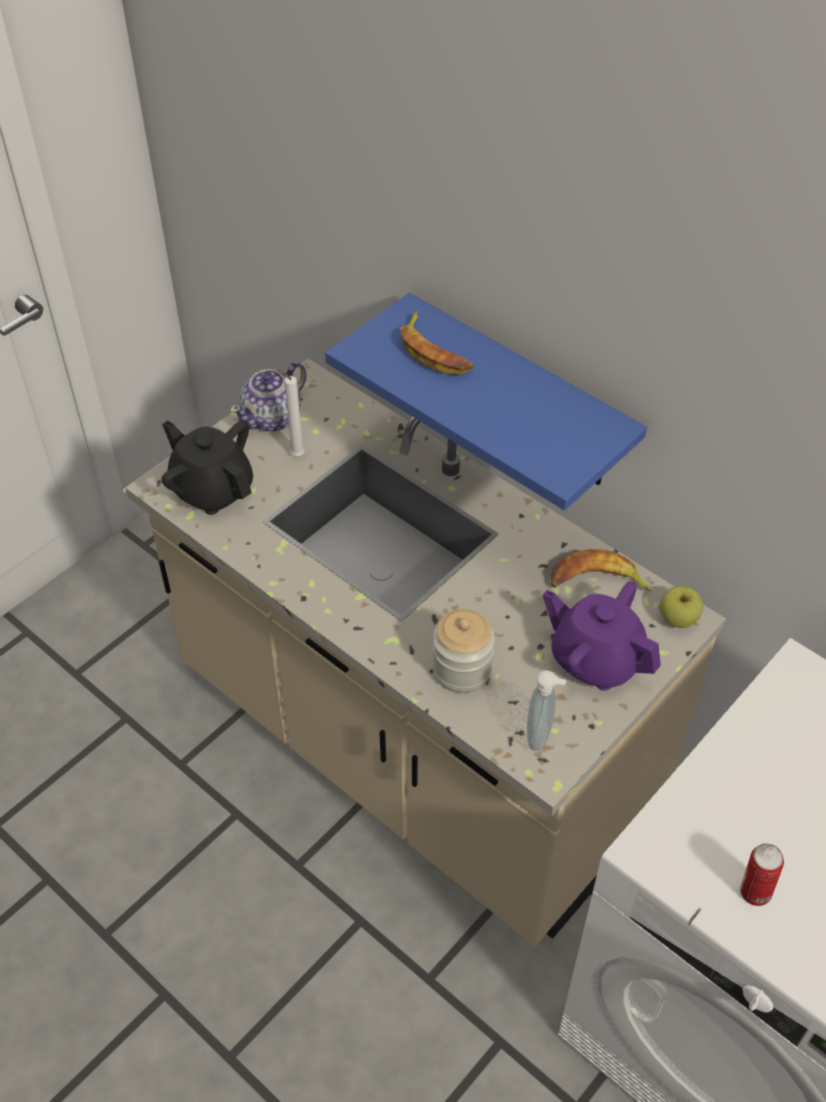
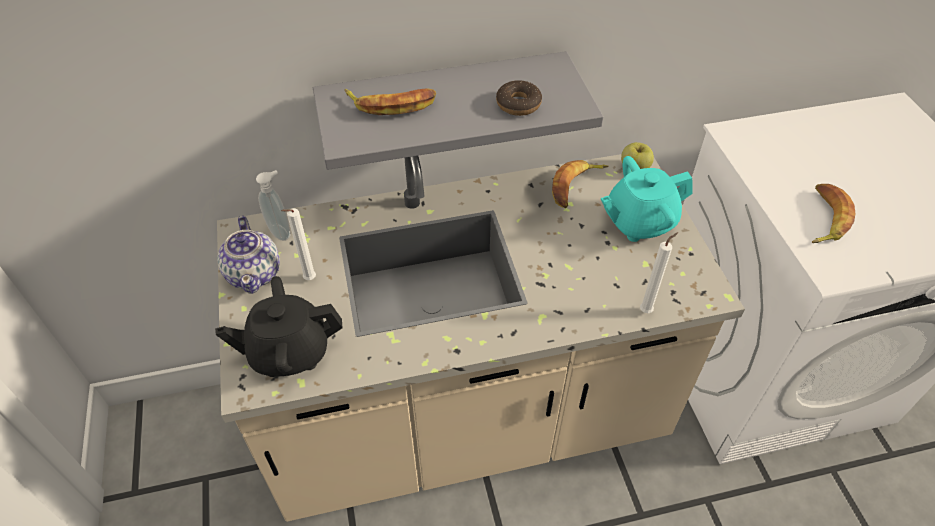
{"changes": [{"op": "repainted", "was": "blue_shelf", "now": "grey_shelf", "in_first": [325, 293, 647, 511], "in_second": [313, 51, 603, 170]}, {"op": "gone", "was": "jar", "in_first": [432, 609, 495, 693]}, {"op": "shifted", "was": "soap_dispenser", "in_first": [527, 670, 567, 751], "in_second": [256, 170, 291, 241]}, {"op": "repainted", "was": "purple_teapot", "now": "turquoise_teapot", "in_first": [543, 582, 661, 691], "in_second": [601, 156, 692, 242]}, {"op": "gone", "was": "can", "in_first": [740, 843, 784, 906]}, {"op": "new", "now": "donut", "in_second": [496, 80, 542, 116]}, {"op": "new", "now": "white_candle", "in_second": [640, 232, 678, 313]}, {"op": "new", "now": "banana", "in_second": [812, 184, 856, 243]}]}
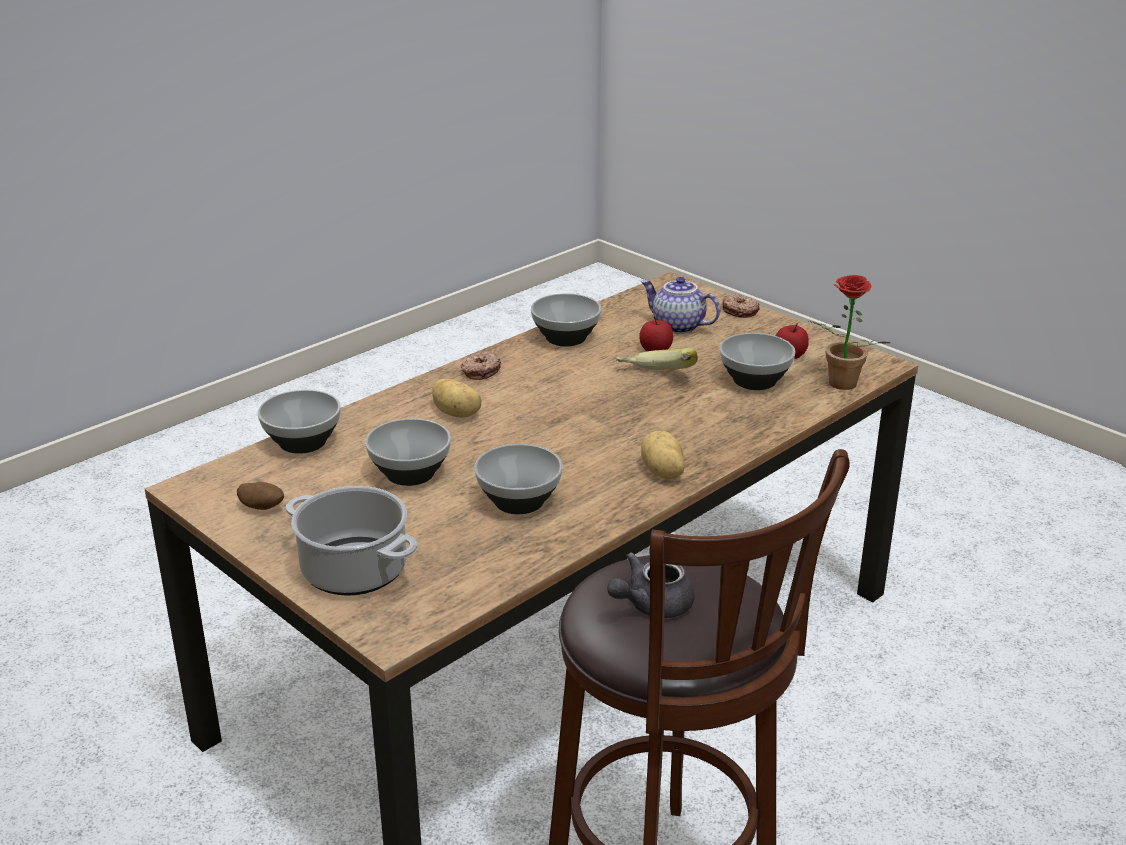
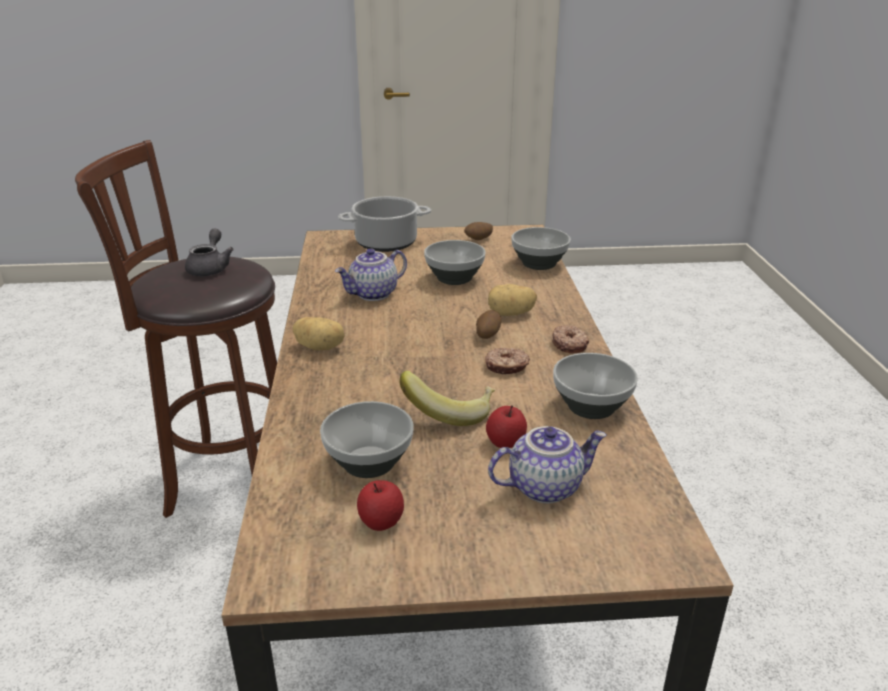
{"changes": [{"op": "swapped", "was": "bowl", "now": "teapot", "in_first": [474, 444, 563, 514], "in_second": [335, 249, 407, 301]}, {"op": "shifted", "was": "donut", "in_first": [722, 294, 760, 318], "in_second": [485, 348, 530, 374]}, {"op": "gone", "was": "potted_plant", "in_first": [809, 275, 891, 390]}, {"op": "new", "now": "potato", "in_second": [476, 310, 502, 339]}]}
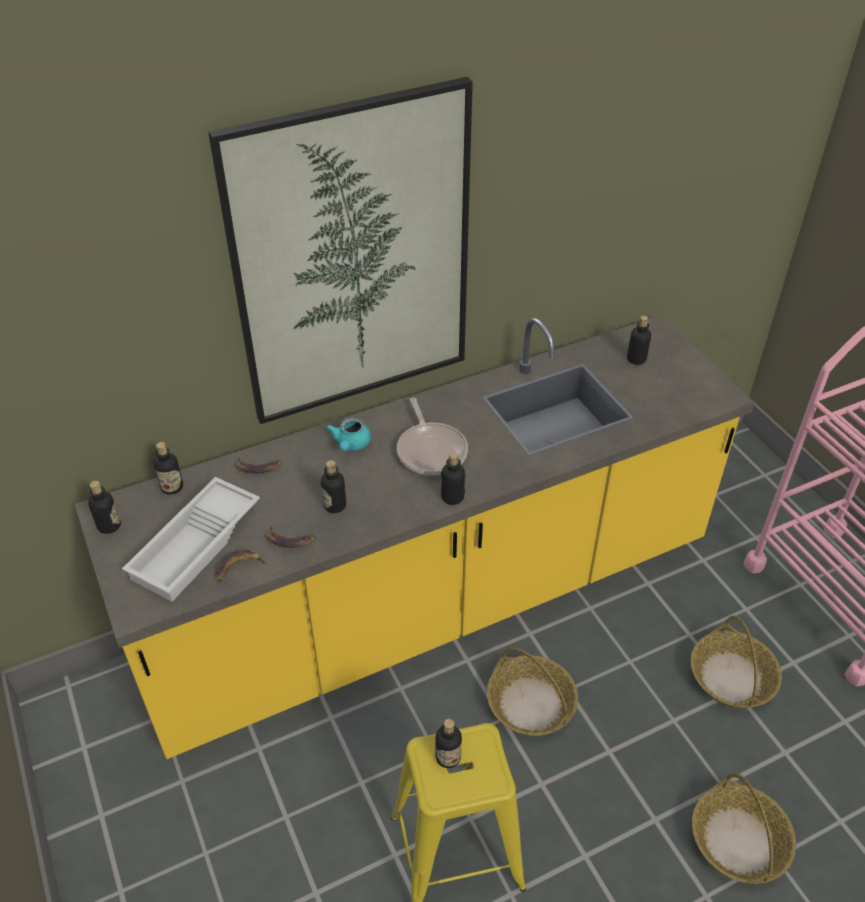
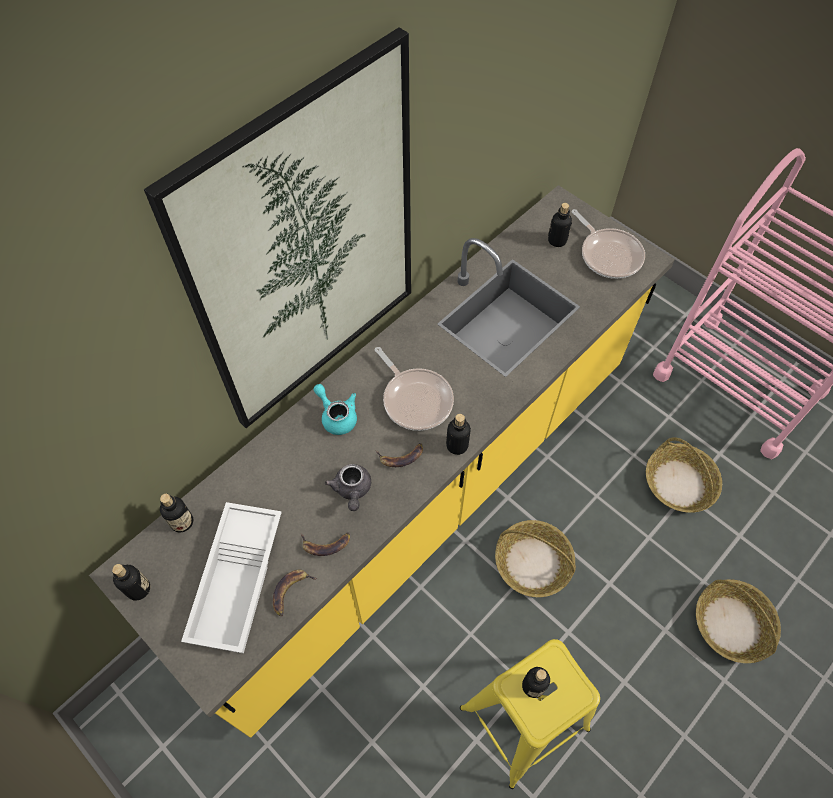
{"changes": [{"op": "shifted", "was": "banana", "in_first": [236, 457, 281, 474], "in_second": [376, 443, 423, 467]}, {"op": "swapped", "was": "bottle", "now": "grey_teapot", "in_first": [321, 460, 346, 513], "in_second": [325, 464, 371, 511]}, {"op": "rotated", "was": "turquoise_teapot", "in_first": [326, 418, 371, 451], "in_second": [314, 384, 357, 435], "clockwise": 150}, {"op": "new", "now": "frying_pan", "in_second": [571, 209, 645, 279]}]}
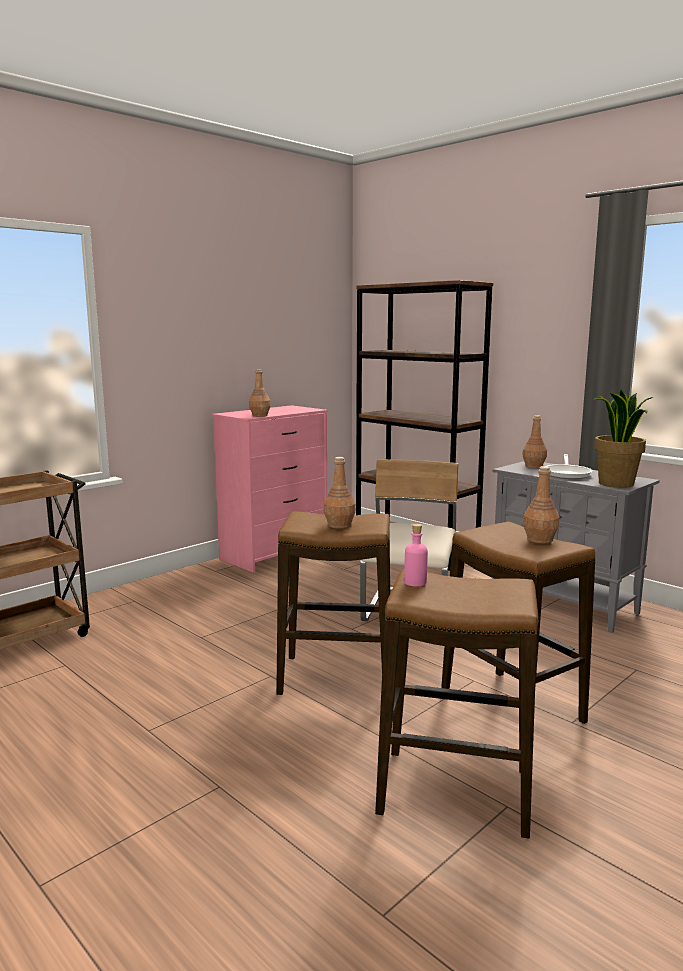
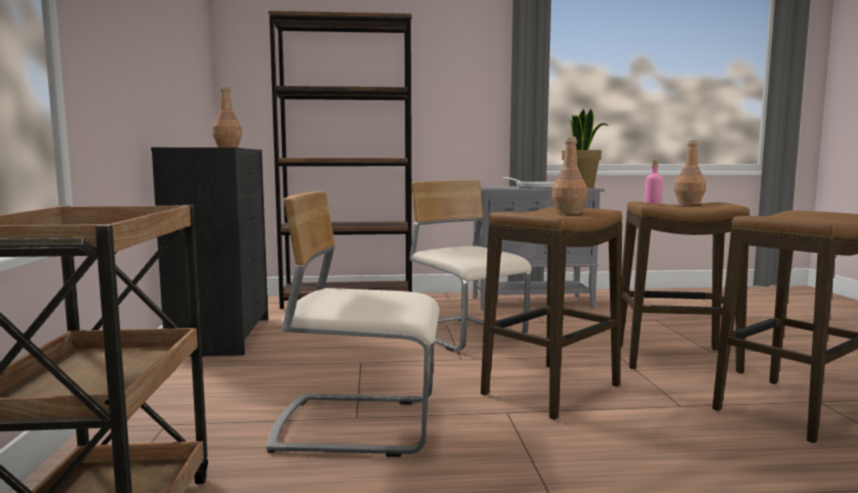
{"changes": [{"op": "repainted", "was": "pink_dresser", "now": "black_dresser", "in_first": [212, 405, 328, 573], "in_second": [151, 147, 268, 357]}, {"op": "shifted", "was": "pink_bottle", "in_first": [404, 524, 428, 587], "in_second": [645, 160, 663, 204]}, {"op": "gone", "was": "brown_bottle", "in_first": [522, 415, 547, 468]}, {"op": "new", "now": "beige_chair", "in_second": [266, 191, 439, 457]}]}
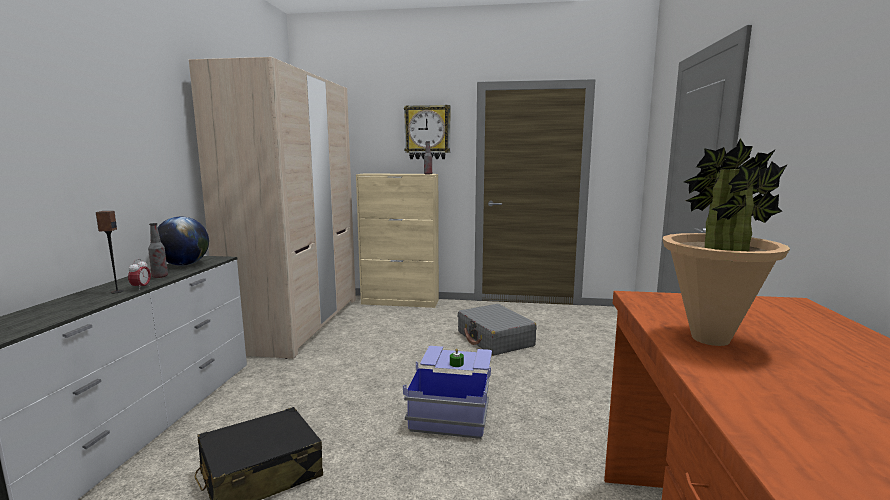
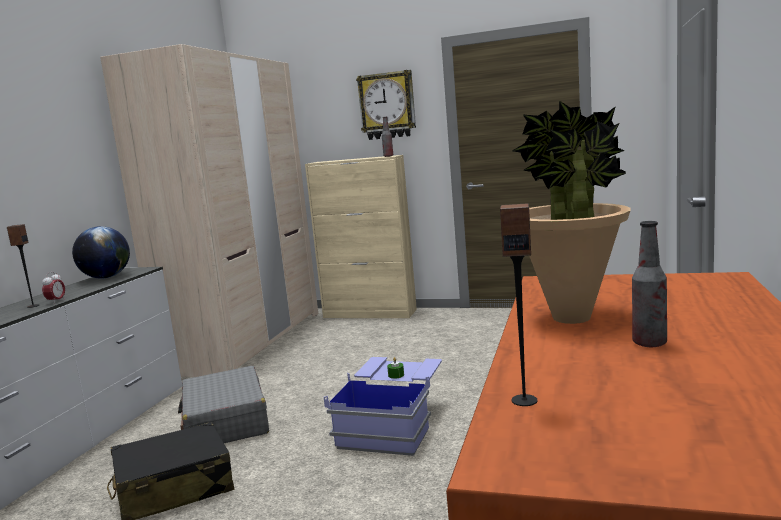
{"changes": [{"op": "shifted", "was": "bottle", "in_first": [148, 223, 168, 278], "in_second": [632, 221, 667, 347]}, {"op": "shifted", "was": "grey_suitcase", "in_first": [458, 304, 537, 356], "in_second": [178, 366, 269, 443]}, {"op": "new", "now": "speaker", "in_second": [500, 203, 538, 406]}]}
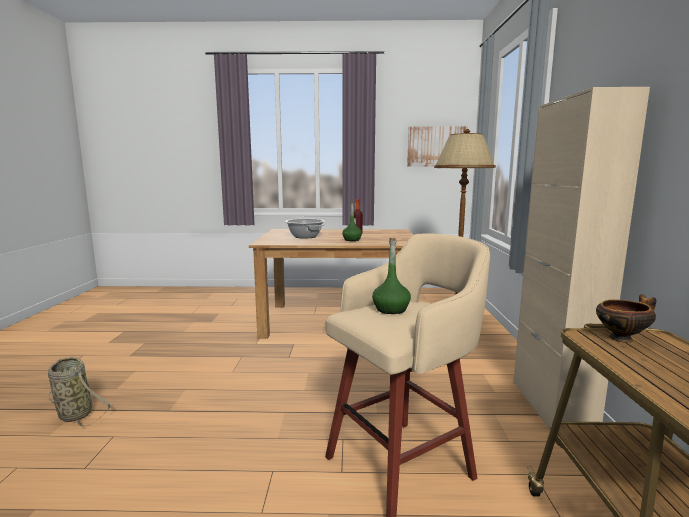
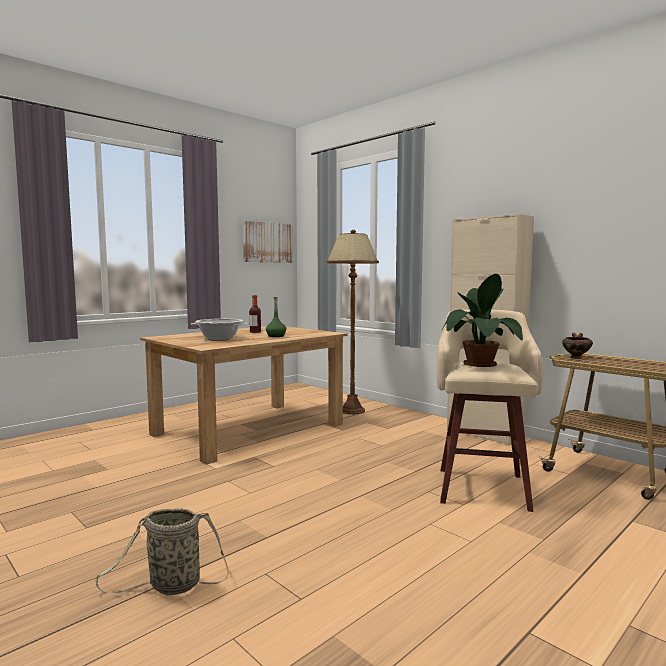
{"changes": [{"op": "swapped", "was": "green_bottle", "now": "potted_plant", "in_first": [372, 238, 411, 314], "in_second": [442, 274, 523, 367]}]}
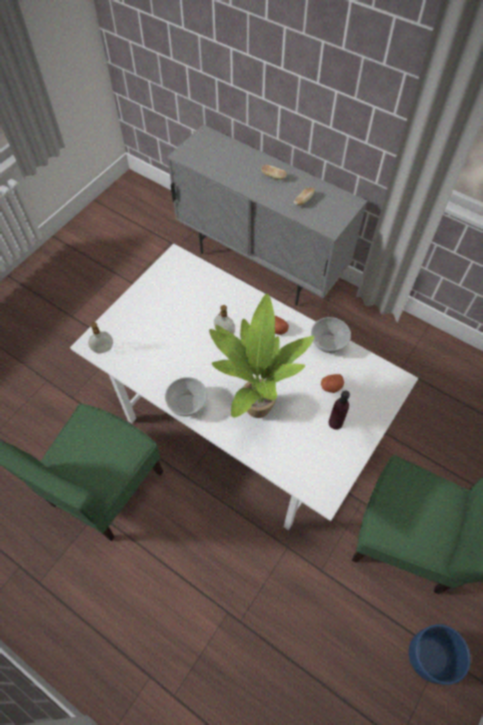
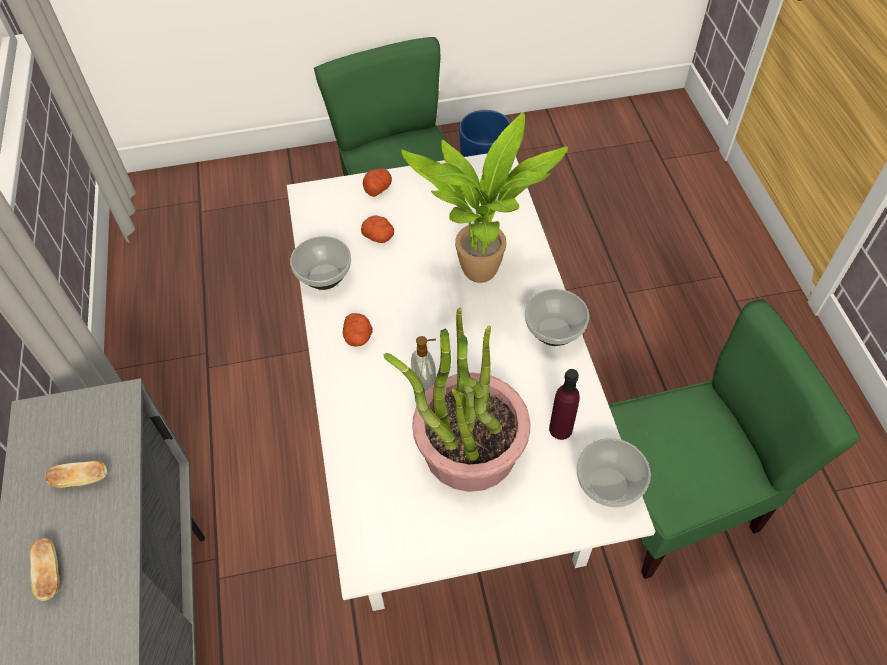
{"changes": [{"op": "swapped", "was": "soap_dispenser", "now": "bowl", "in_first": [88, 322, 113, 354], "in_second": [577, 438, 651, 508]}, {"op": "shifted", "was": "purple_bottle", "in_first": [328, 390, 350, 430], "in_second": [549, 369, 580, 440]}, {"op": "new", "now": "potato", "in_second": [363, 168, 392, 197]}, {"op": "new", "now": "potted_plant", "in_second": [383, 308, 531, 492]}]}
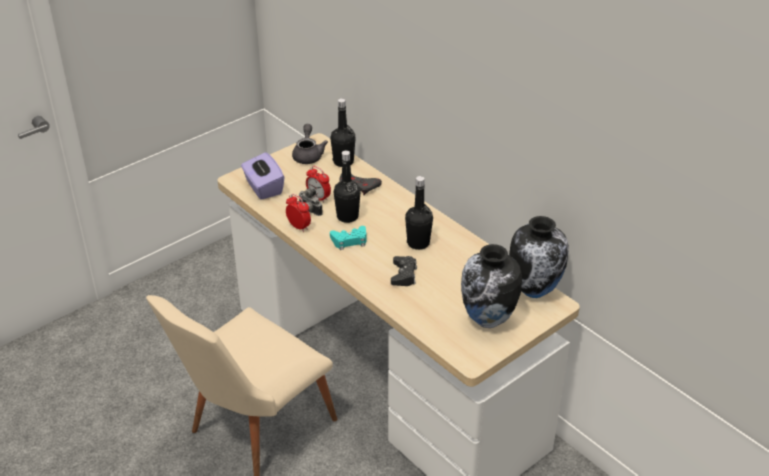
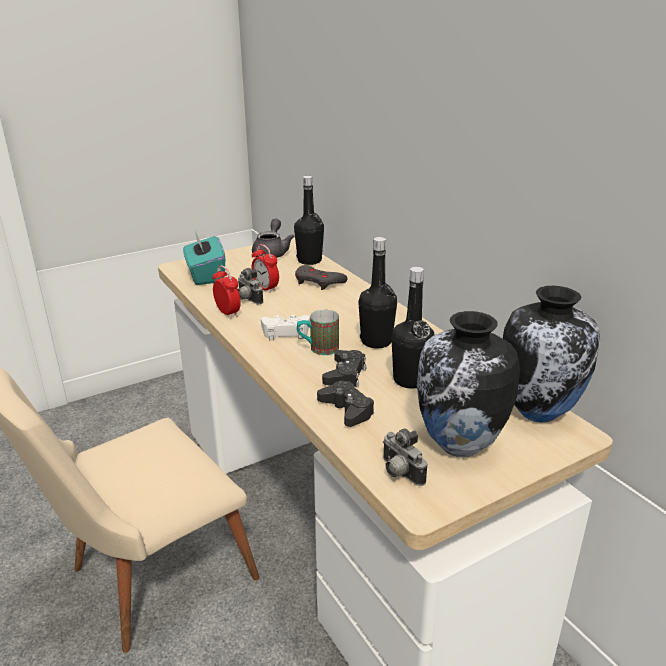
{"changes": [{"op": "repainted", "was": "purple_tissue_box", "now": "turquoise_tissue_box", "in_first": [241, 152, 284, 200], "in_second": [183, 231, 225, 285]}, {"op": "repainted", "was": "turquoise_game_controller", "now": "white_game_controller", "in_first": [330, 226, 366, 250], "in_second": [261, 315, 310, 340]}, {"op": "shifted", "was": "black_bottle", "in_first": [334, 151, 361, 223], "in_second": [391, 267, 434, 388]}, {"op": "new", "now": "mug", "in_second": [297, 310, 339, 355]}, {"op": "new", "now": "black_game_controller", "in_second": [317, 381, 374, 427]}, {"op": "new", "now": "photo_camera", "in_second": [383, 428, 427, 486]}]}
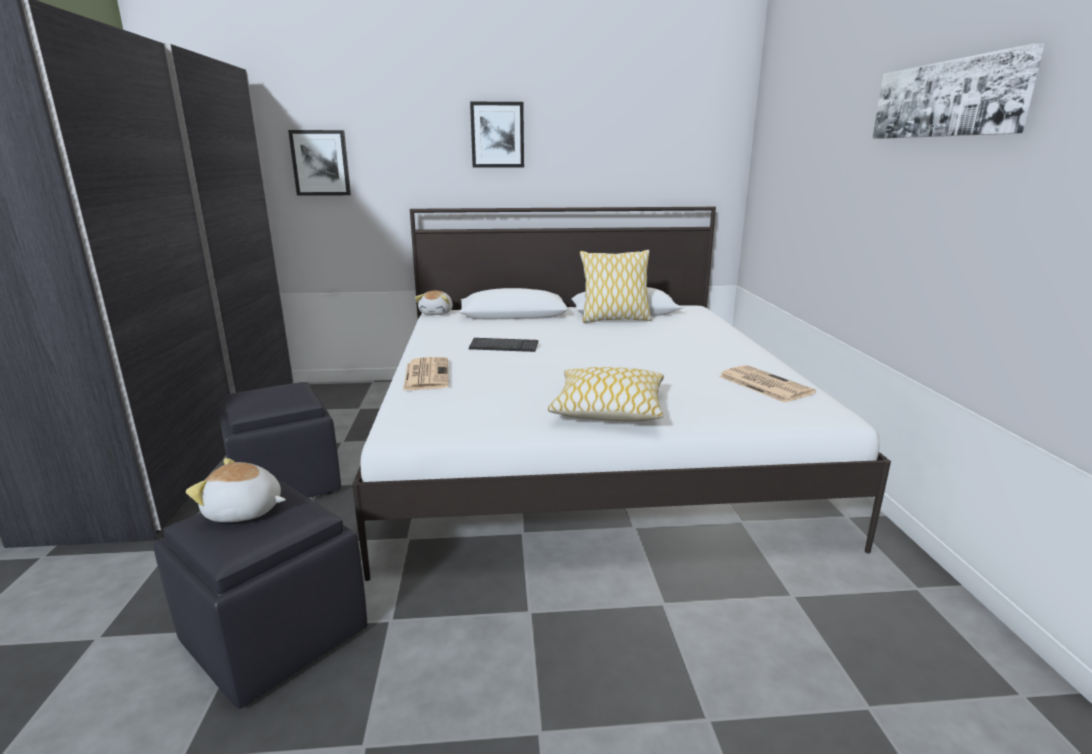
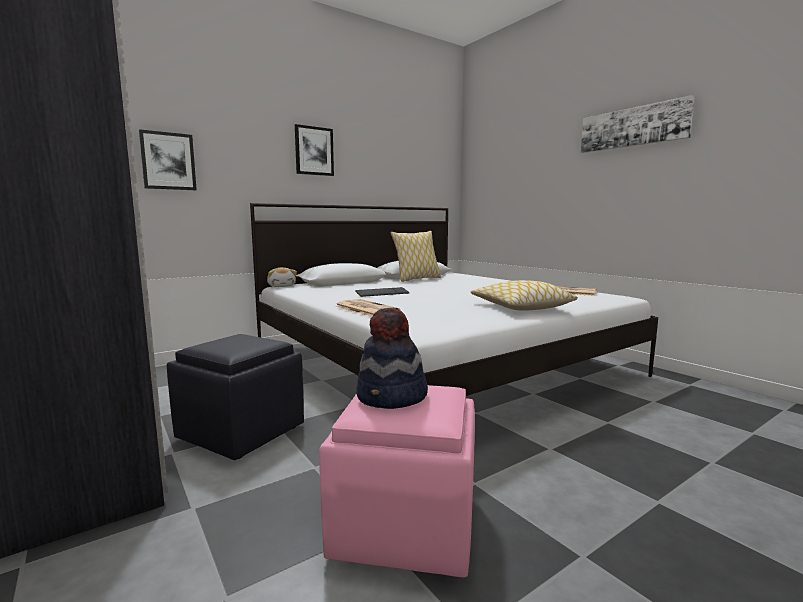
{"changes": [{"op": "repainted", "was": "black_ottoman", "now": "pink_ottoman", "in_first": [153, 481, 367, 709], "in_second": [319, 385, 475, 578]}, {"op": "swapped", "was": "plush_toy", "now": "hat", "in_first": [186, 458, 286, 522], "in_second": [356, 308, 428, 409]}]}
